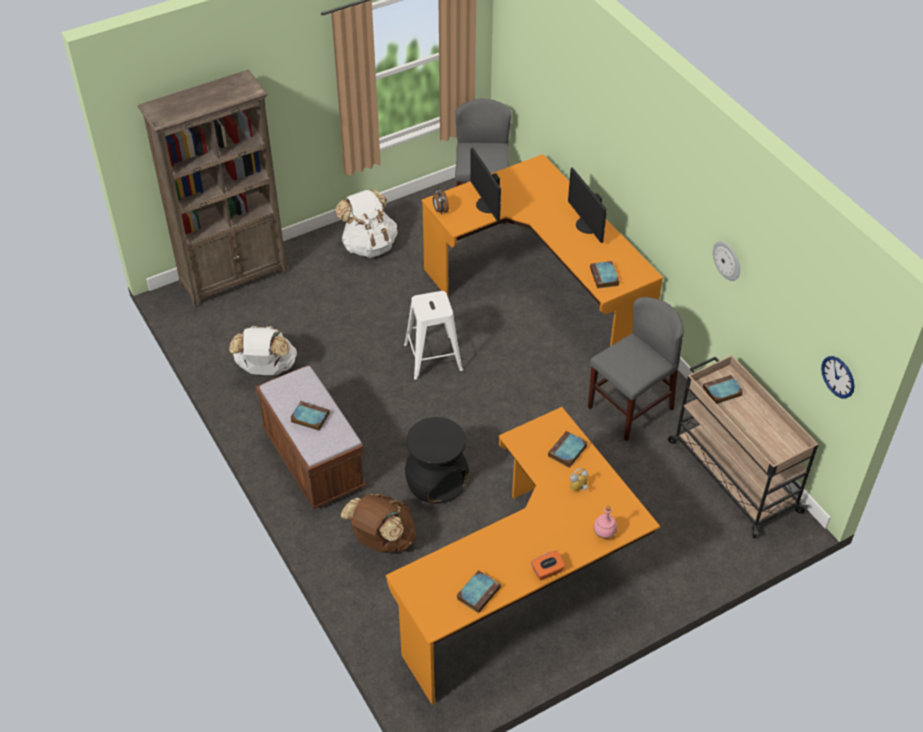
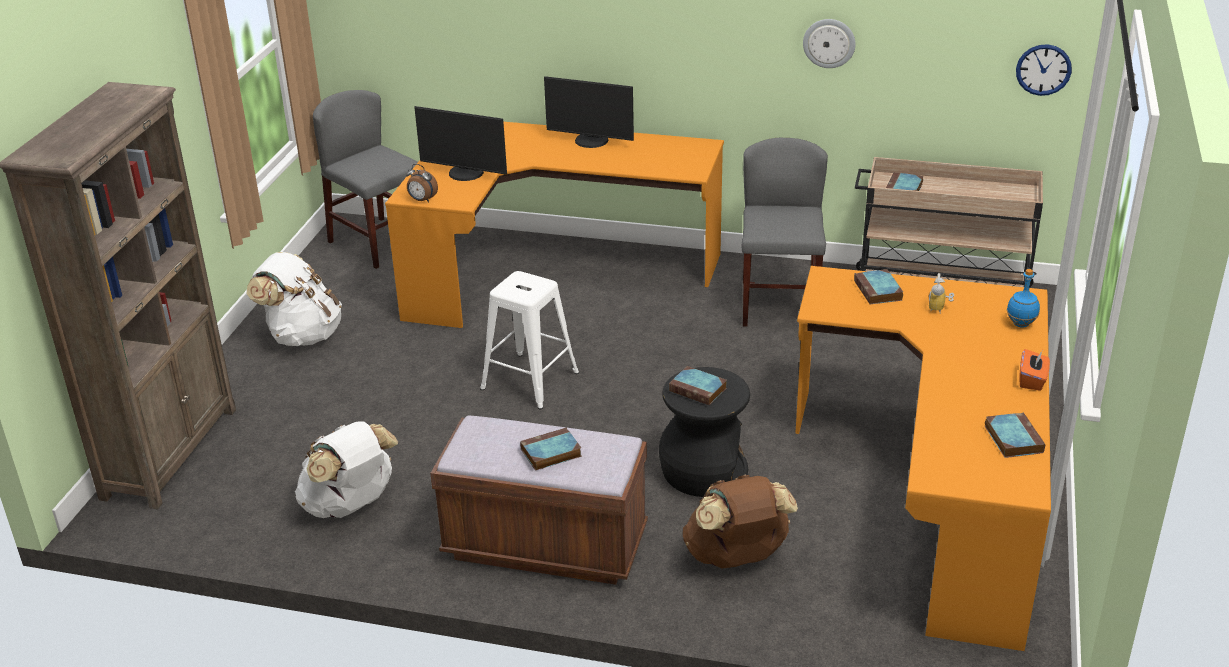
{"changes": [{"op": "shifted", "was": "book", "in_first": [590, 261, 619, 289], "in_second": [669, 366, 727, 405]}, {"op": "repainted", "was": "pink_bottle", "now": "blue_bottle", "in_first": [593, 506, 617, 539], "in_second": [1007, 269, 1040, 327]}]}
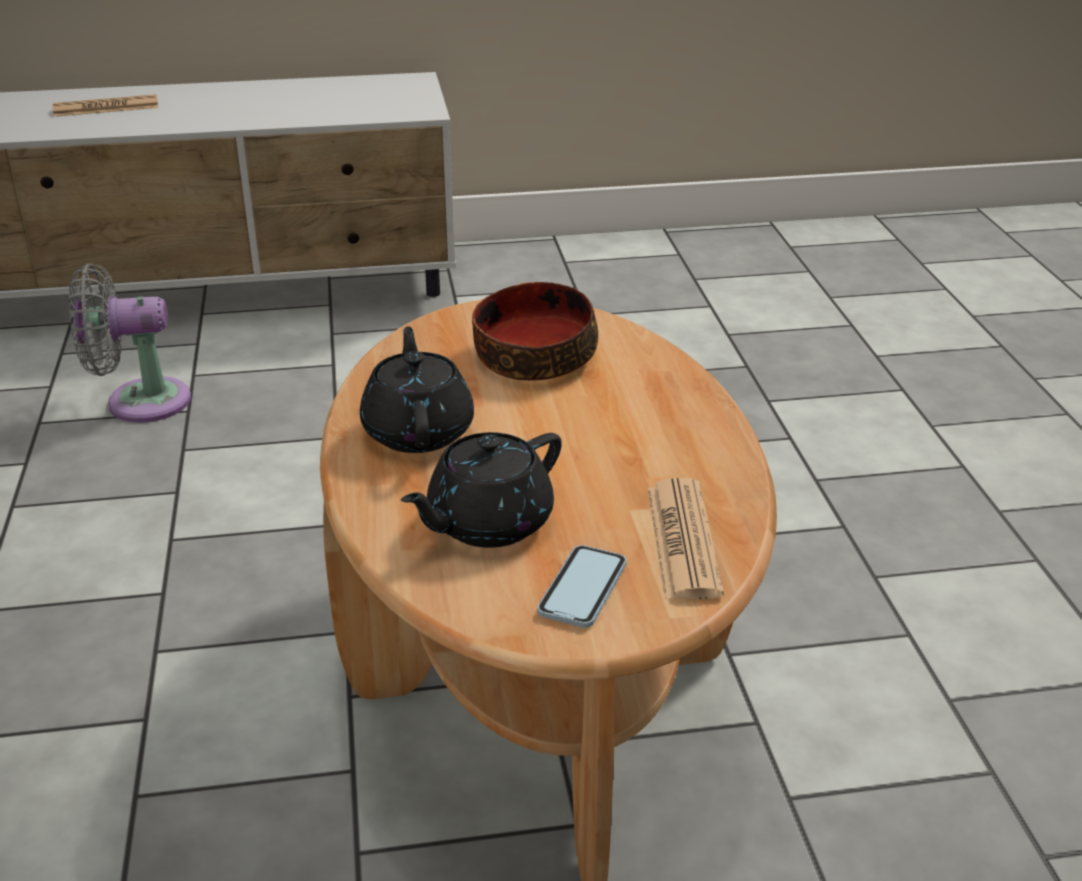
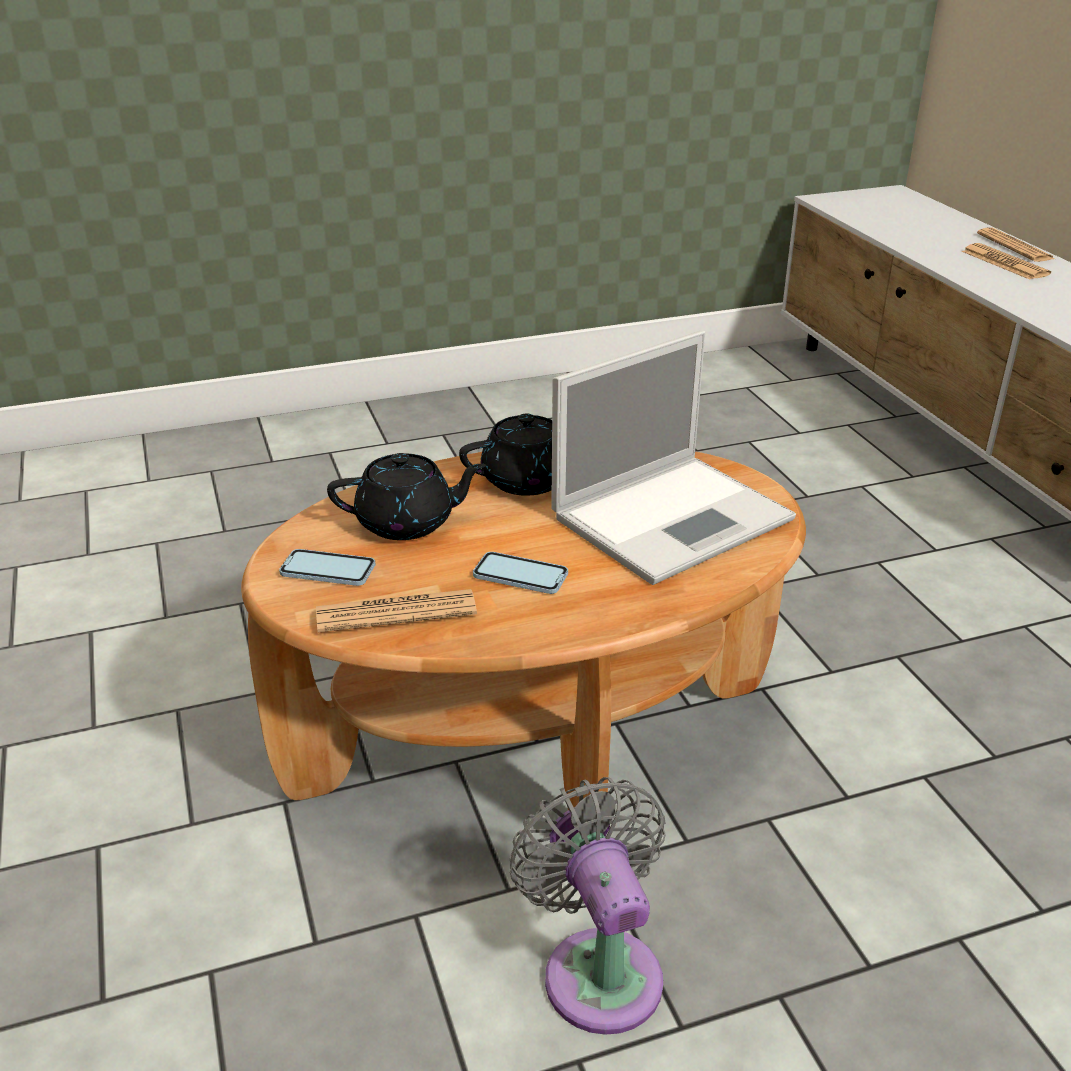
{"changes": [{"op": "shifted", "was": "grey_fan", "in_first": [69, 263, 191, 423], "in_second": [510, 777, 666, 1035]}, {"op": "rotated", "was": "black_teapot", "in_first": [401, 432, 562, 548], "in_second": [327, 453, 486, 540], "clockwise": 135}, {"op": "swapped", "was": "bowl", "now": "laptop", "in_first": [472, 282, 598, 381], "in_second": [551, 331, 796, 585]}, {"op": "new", "now": "phone", "in_second": [473, 552, 568, 594]}, {"op": "new", "now": "newspaper", "in_second": [977, 228, 1054, 262]}]}
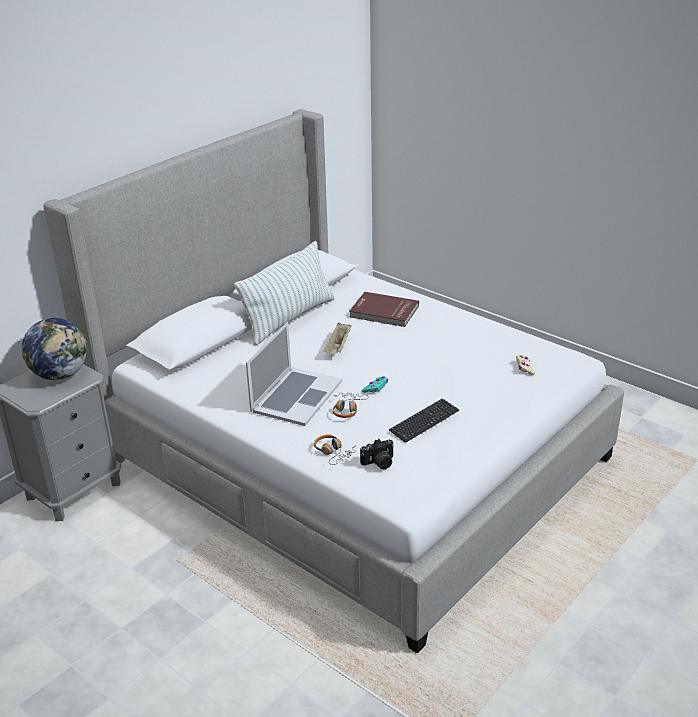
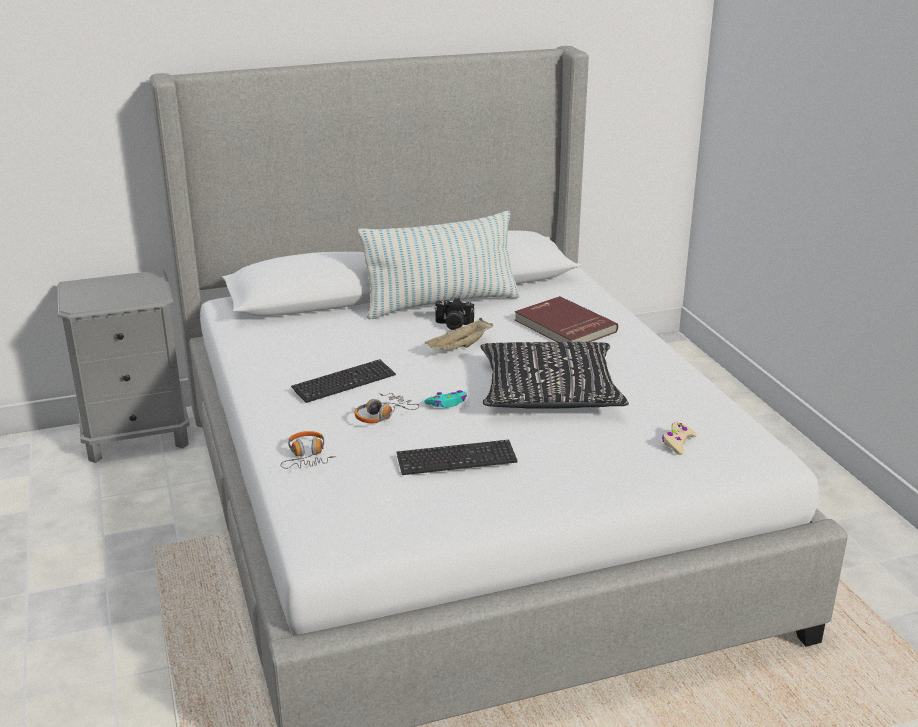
{"changes": [{"op": "gone", "was": "globe", "in_first": [22, 318, 87, 380]}, {"op": "swapped", "was": "laptop", "now": "keyboard", "in_first": [246, 322, 342, 426], "in_second": [291, 359, 396, 403]}, {"op": "shifted", "was": "photo_camera", "in_first": [360, 439, 394, 469], "in_second": [434, 298, 474, 330]}, {"op": "new", "now": "black_pillow", "in_second": [480, 342, 629, 409]}]}
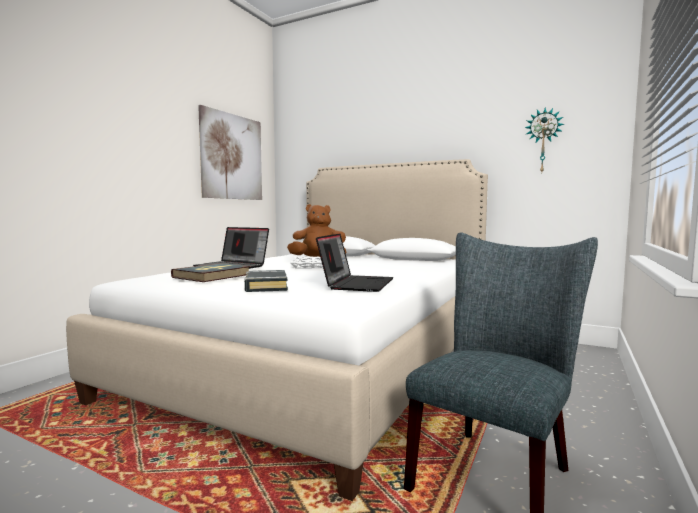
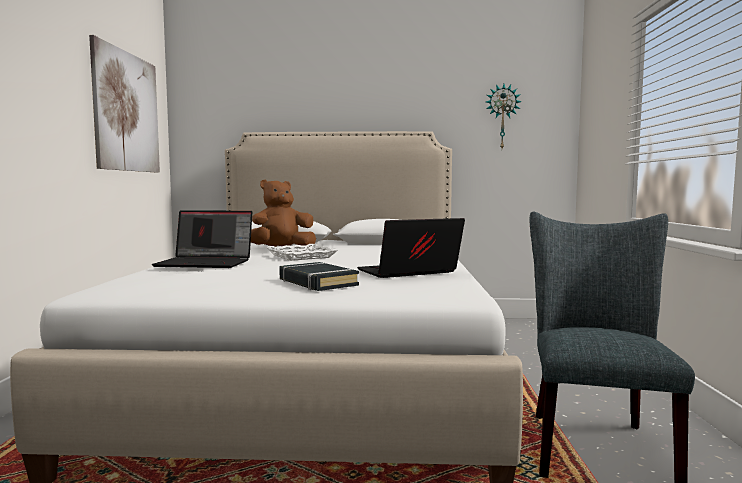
{"changes": [{"op": "gone", "was": "book", "in_first": [171, 263, 251, 282]}, {"op": "rotated", "was": "laptop", "in_first": [316, 234, 393, 292], "in_second": [357, 218, 465, 278], "clockwise": -105}]}
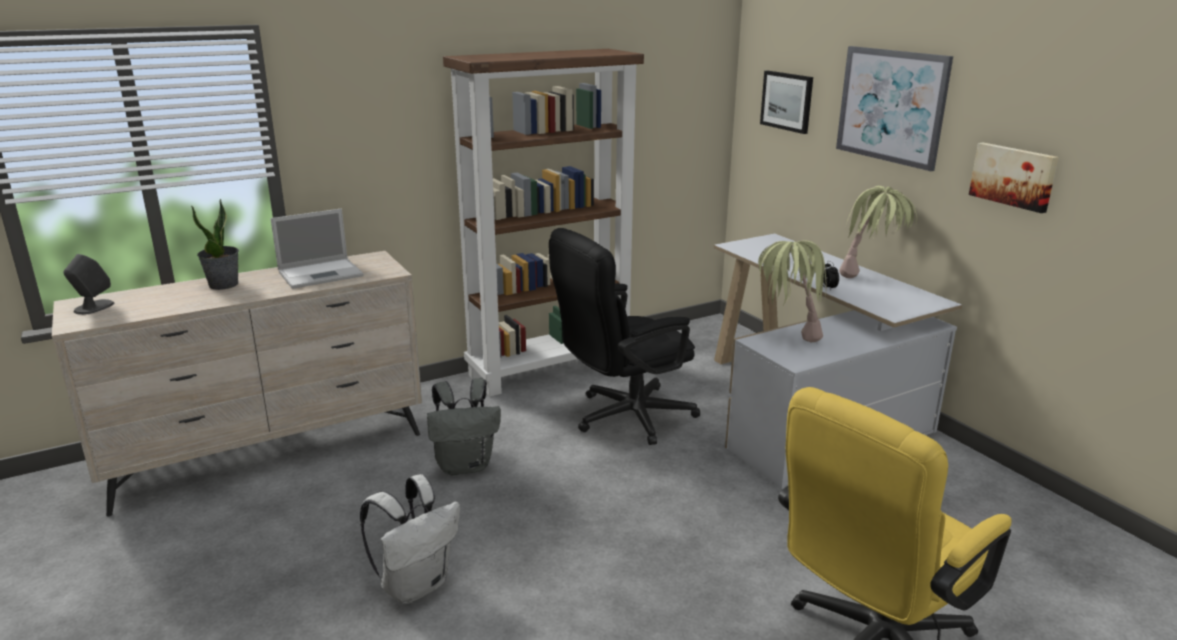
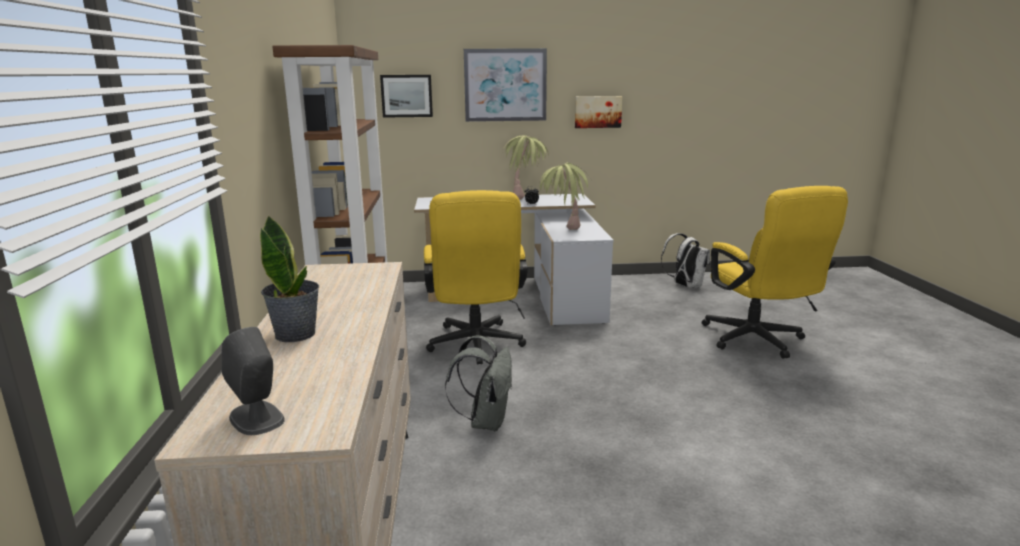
{"changes": [{"op": "gone", "was": "laptop", "in_first": [271, 209, 364, 289]}, {"op": "shifted", "was": "white_backpack", "in_first": [360, 474, 460, 604], "in_second": [661, 233, 710, 288]}, {"op": "repainted", "was": "black_office_chair", "now": "yellow_office_chair", "in_first": [549, 228, 700, 445], "in_second": [424, 190, 528, 365]}]}
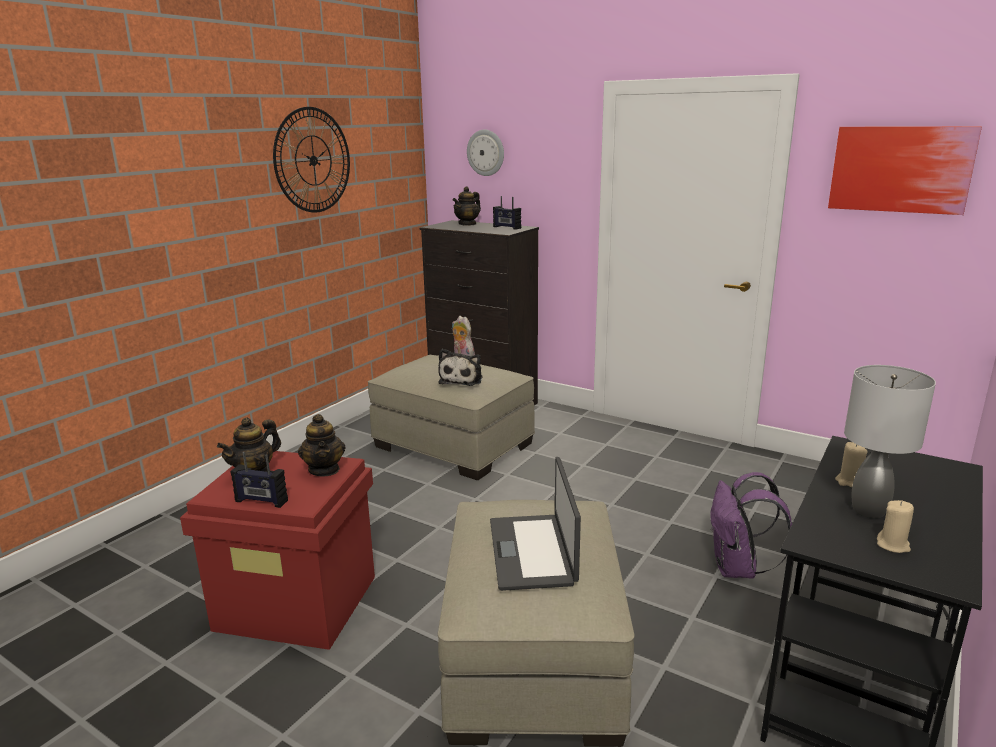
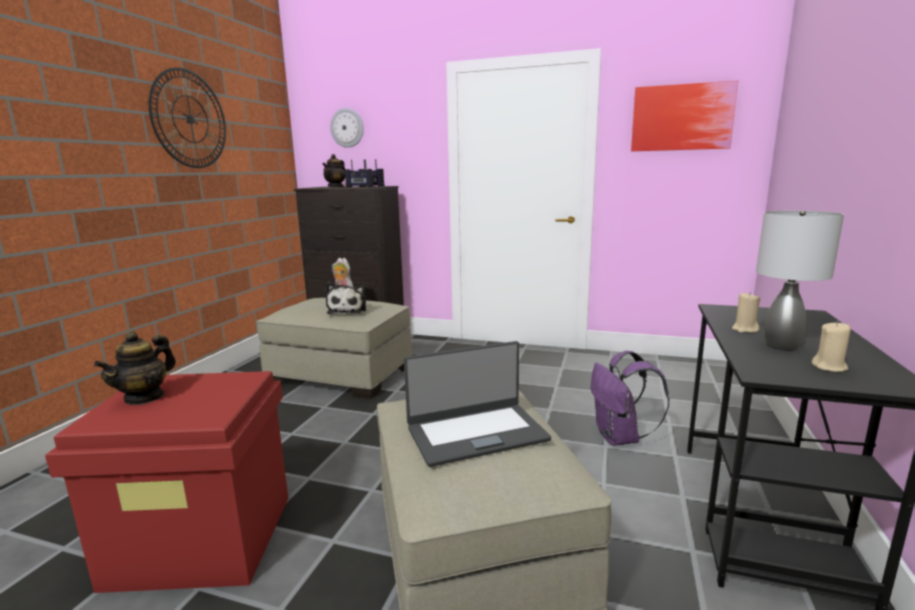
{"changes": [{"op": "shifted", "was": "radio", "in_first": [231, 452, 288, 508], "in_second": [345, 159, 373, 188]}, {"op": "gone", "was": "teapot", "in_first": [298, 414, 346, 477]}, {"op": "rotated", "was": "laptop", "in_first": [490, 457, 581, 591], "in_second": [404, 341, 551, 467], "clockwise": -90}]}
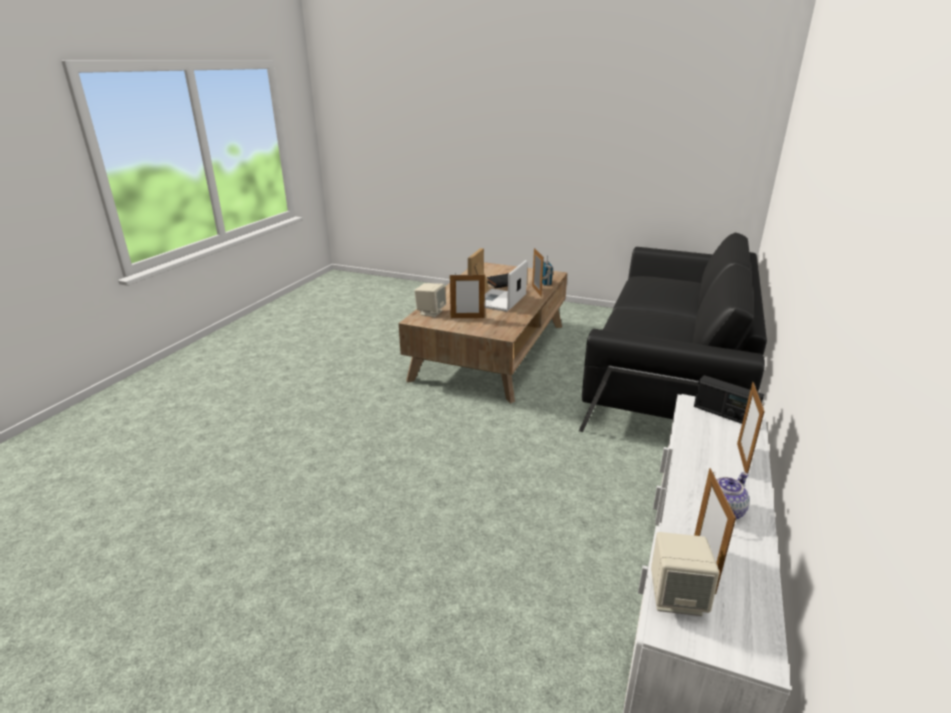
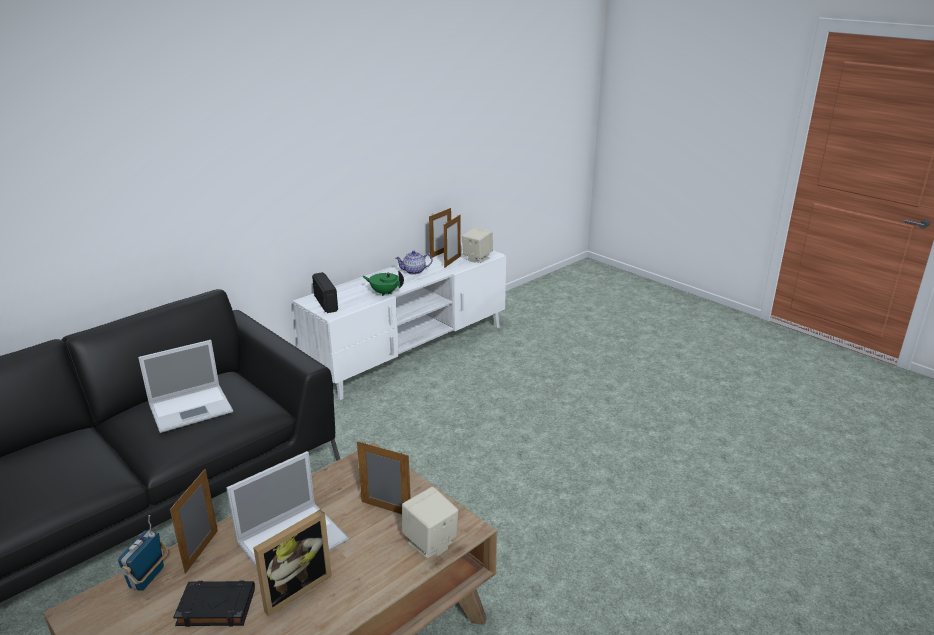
{"changes": [{"op": "shifted", "was": "picture_frame", "in_first": [737, 382, 765, 474], "in_second": [429, 208, 451, 259]}, {"op": "new", "now": "laptop", "in_second": [138, 340, 233, 433]}, {"op": "new", "now": "green_teapot", "in_second": [363, 271, 404, 296]}]}
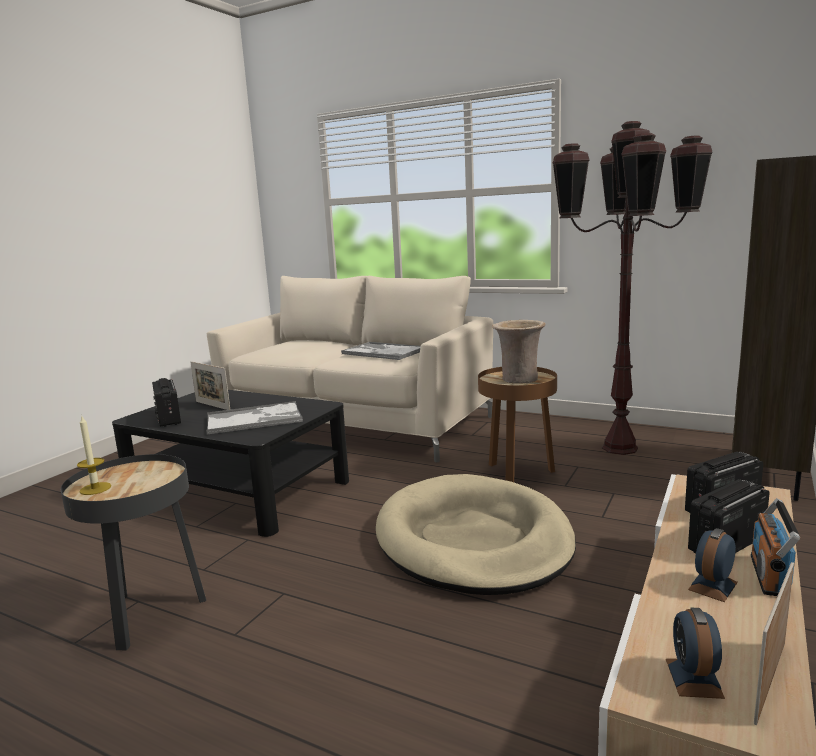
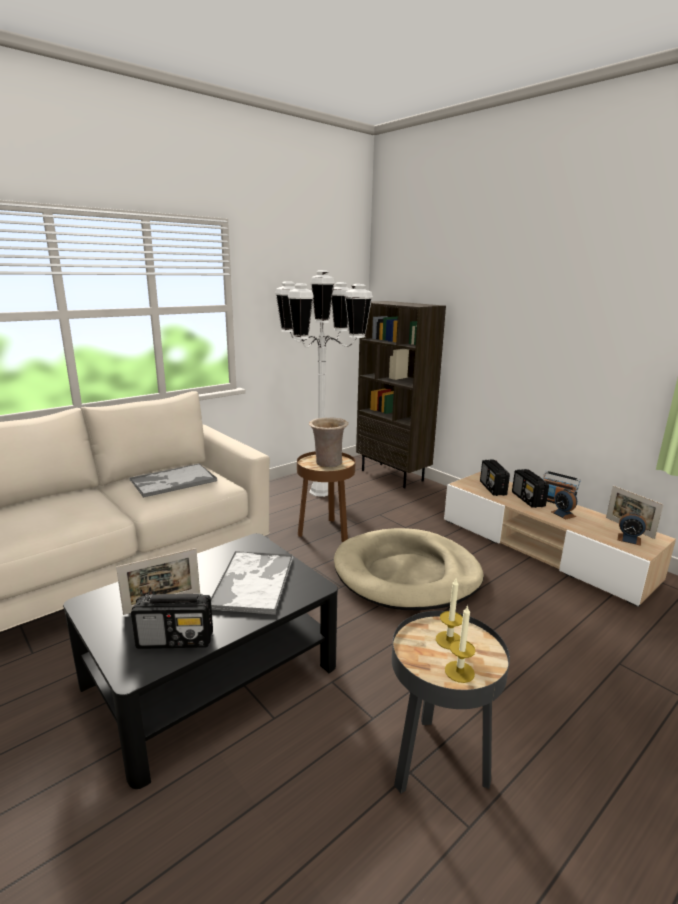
{"changes": [{"op": "repainted", "was": "brown_floor_lamp", "now": "white_floor_lamp", "in_first": [552, 121, 713, 455], "in_second": [275, 270, 373, 497]}, {"op": "new", "now": "candle", "in_second": [436, 579, 463, 650]}]}
